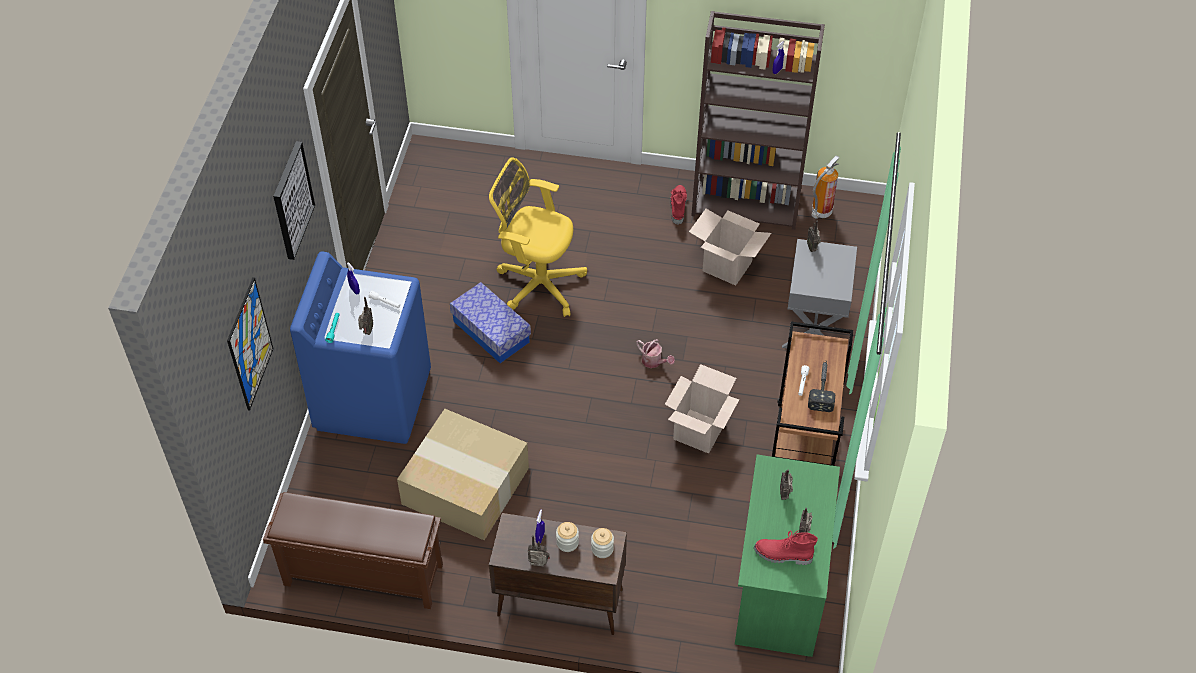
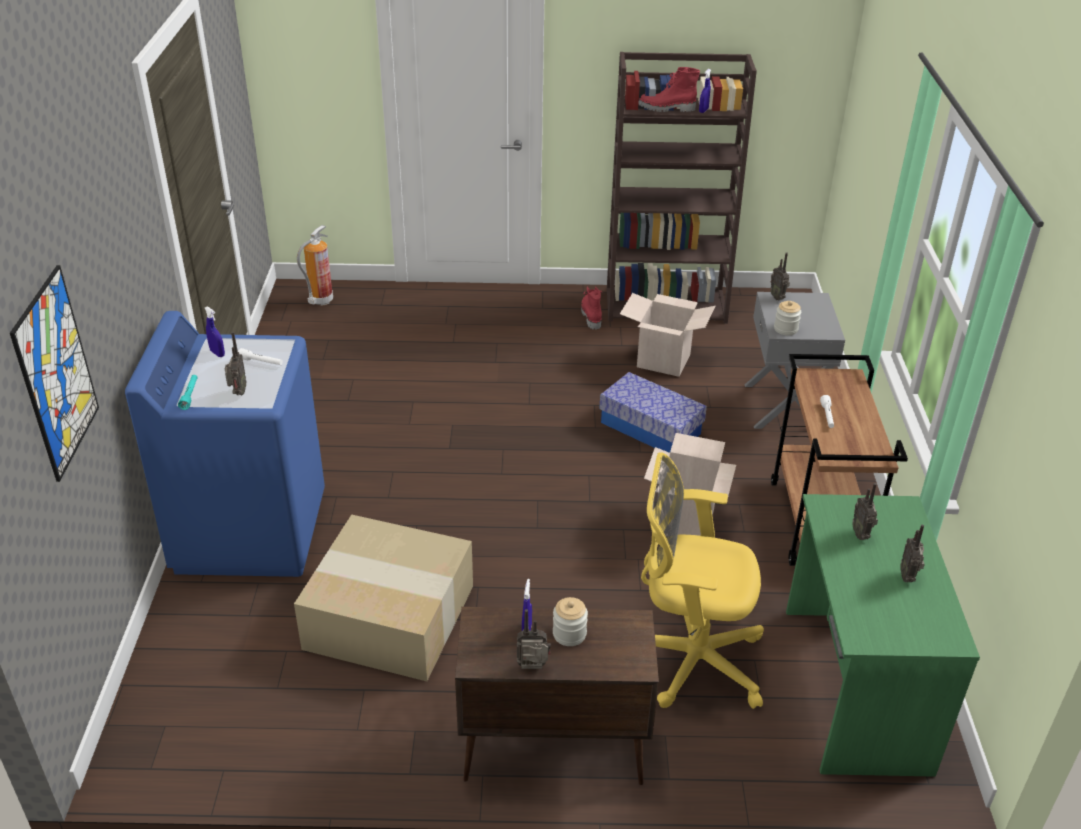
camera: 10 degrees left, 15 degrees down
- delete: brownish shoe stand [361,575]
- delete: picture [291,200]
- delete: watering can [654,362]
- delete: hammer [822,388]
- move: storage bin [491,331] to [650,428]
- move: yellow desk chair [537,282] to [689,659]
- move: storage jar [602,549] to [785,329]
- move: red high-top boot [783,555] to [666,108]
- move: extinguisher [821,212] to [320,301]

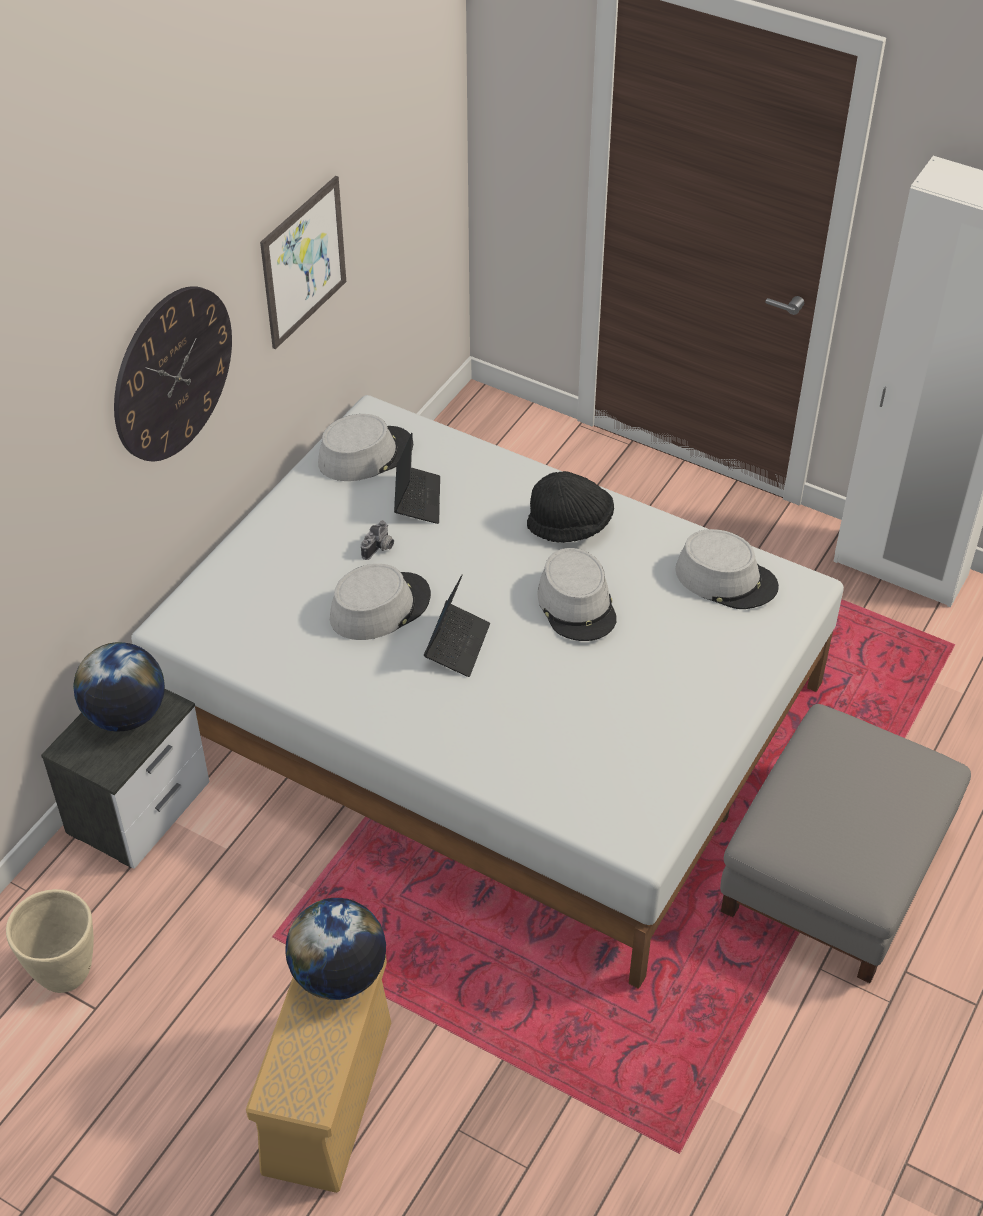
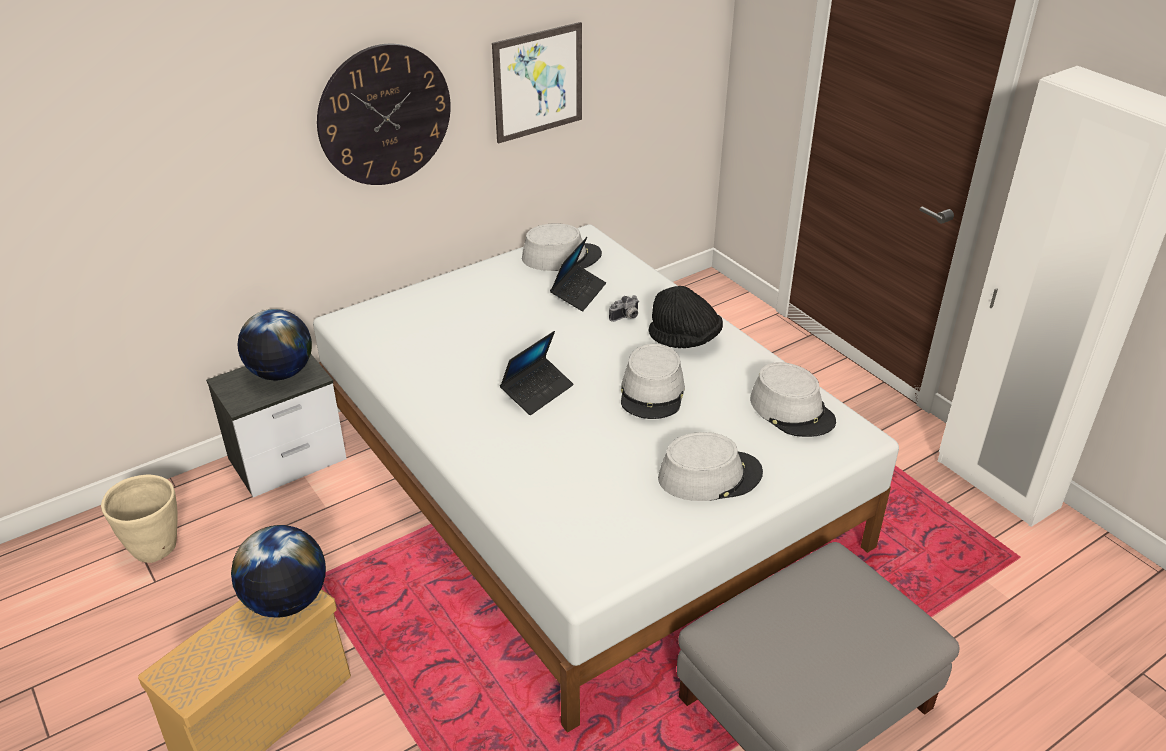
camera: 25 degrees right, 10 degrees down
- move: greyish clothing hat [380,607] to [709,476]
- move: still camera [380,549] to [626,317]

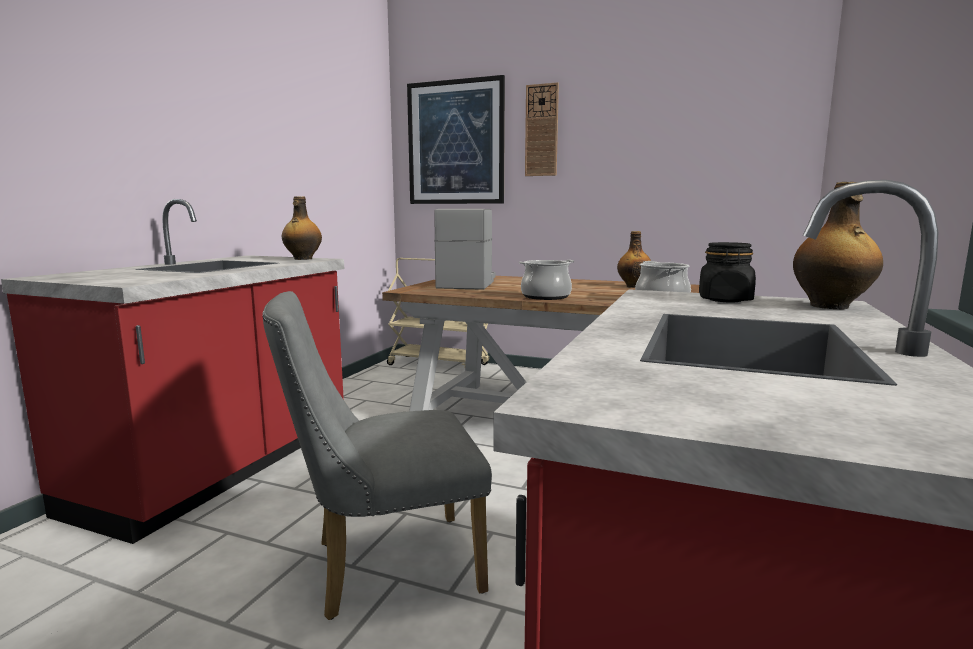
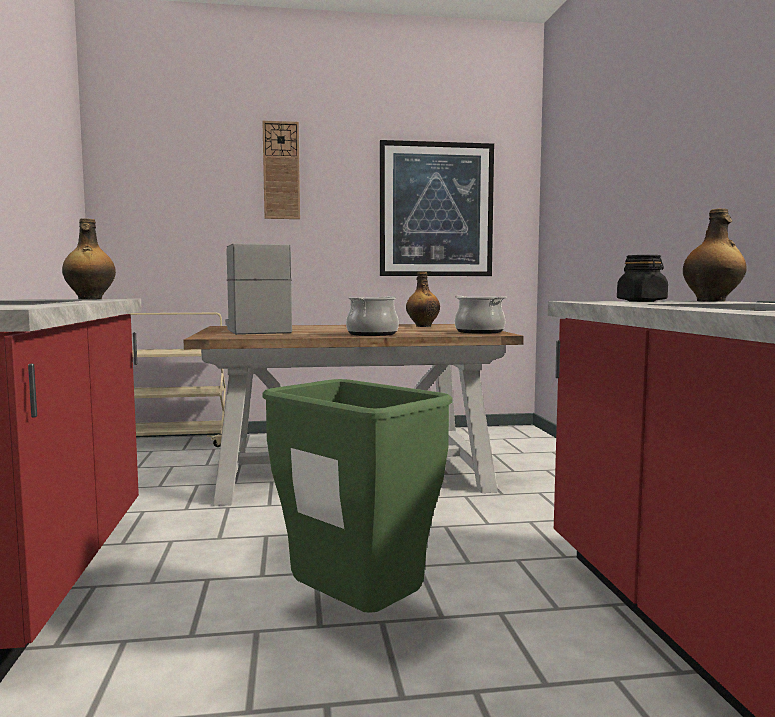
camera: 30 degrees left, 5 degrees down
- move: picture [455,143] to [436,210]
- replace: greyish upright chair [383,567] to green-coloured waste bin [354,618]

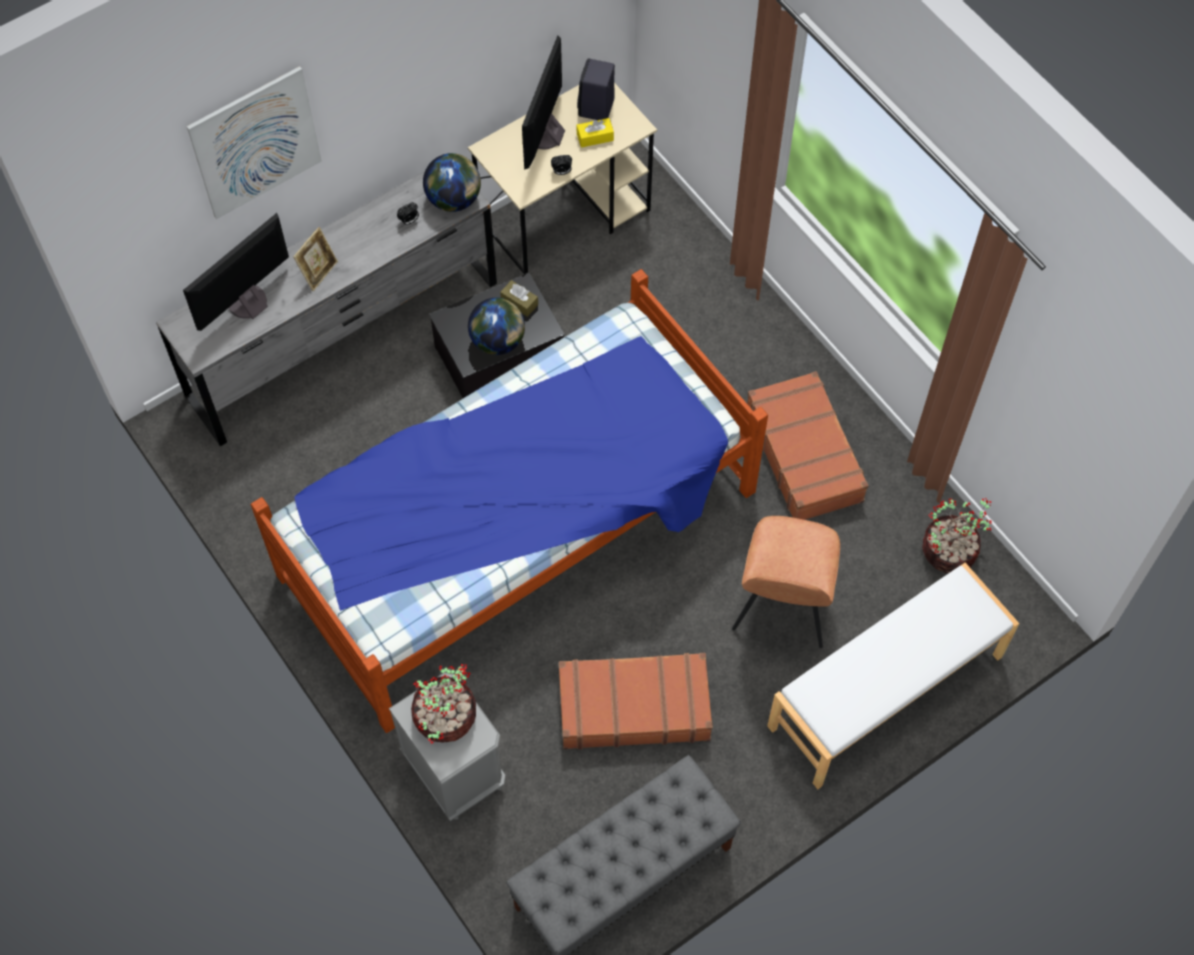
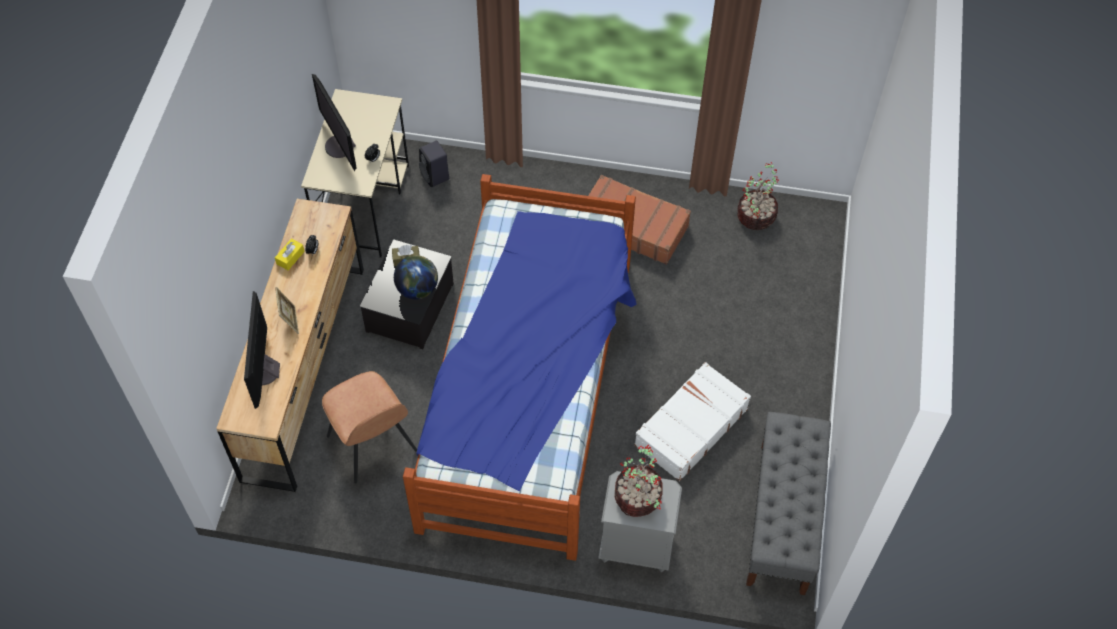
camera: 45 degrees left, 5 degrees down
- delete: picture [255,143]
- delete: globe [454,199]
- delete: white-coloured indoor bench [886,692]
- move: black-coloured speaker [596,108] to [435,176]
- move: yellow tissue box [595,137] to [290,257]
- move: brownish upright chair [782,605] to [373,445]
- recolor: greyish dresser [343,339] to brownish dresser [305,371]
- recolor: brownish suitcase [633,706] to white-coloured suitcase [690,427]

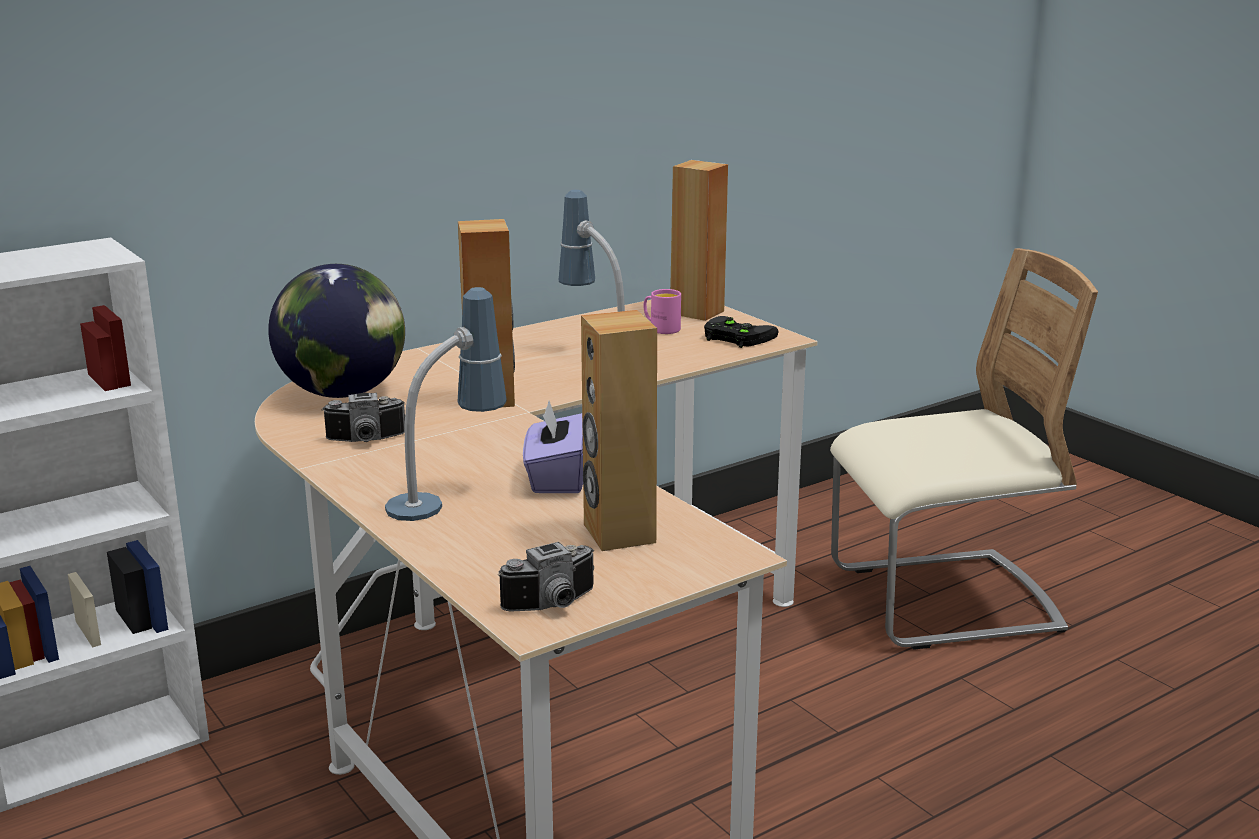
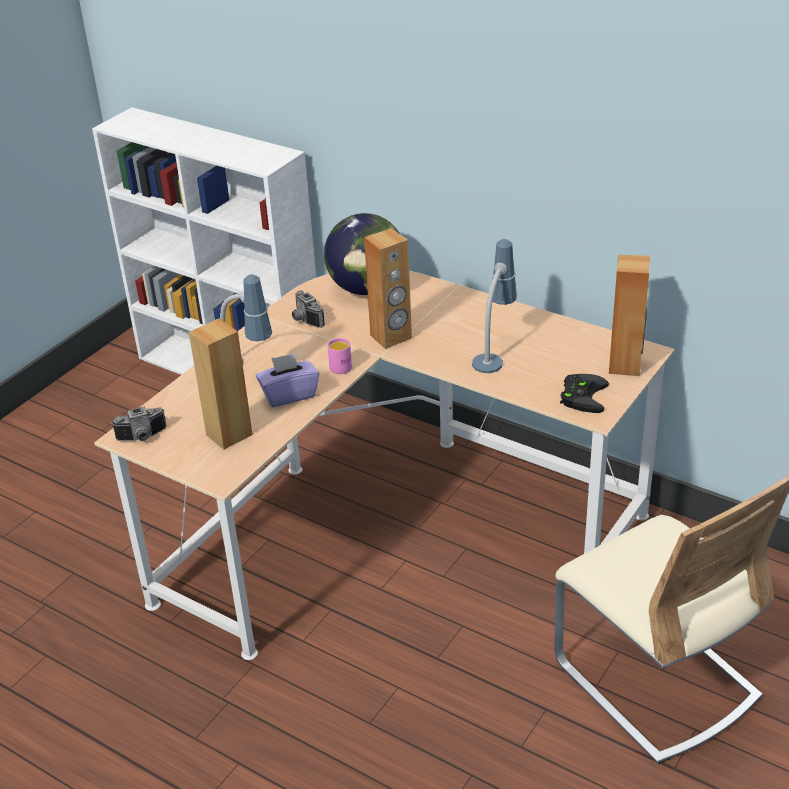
camera: 70 degrees right, 15 degrees up
- move: pink mug [661,328] to [342,365]
- rotate: still camera [554,605] = [142,437] 60 degrees counterclockwise

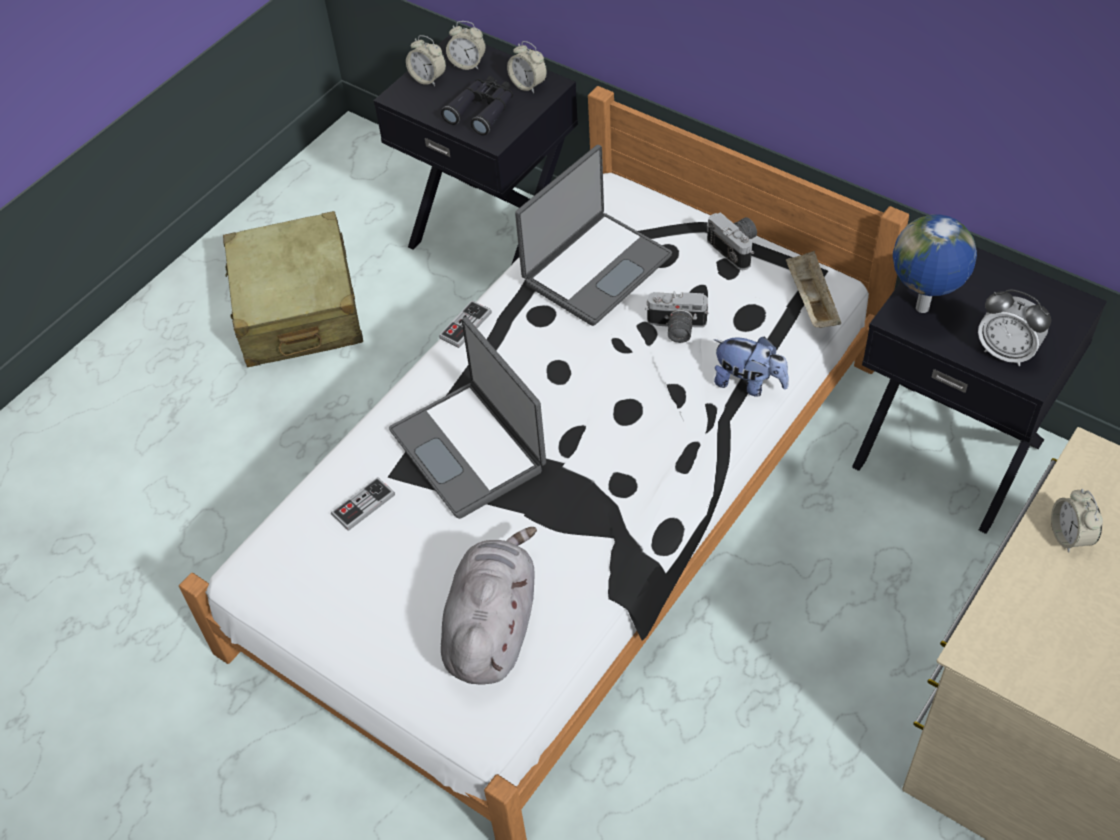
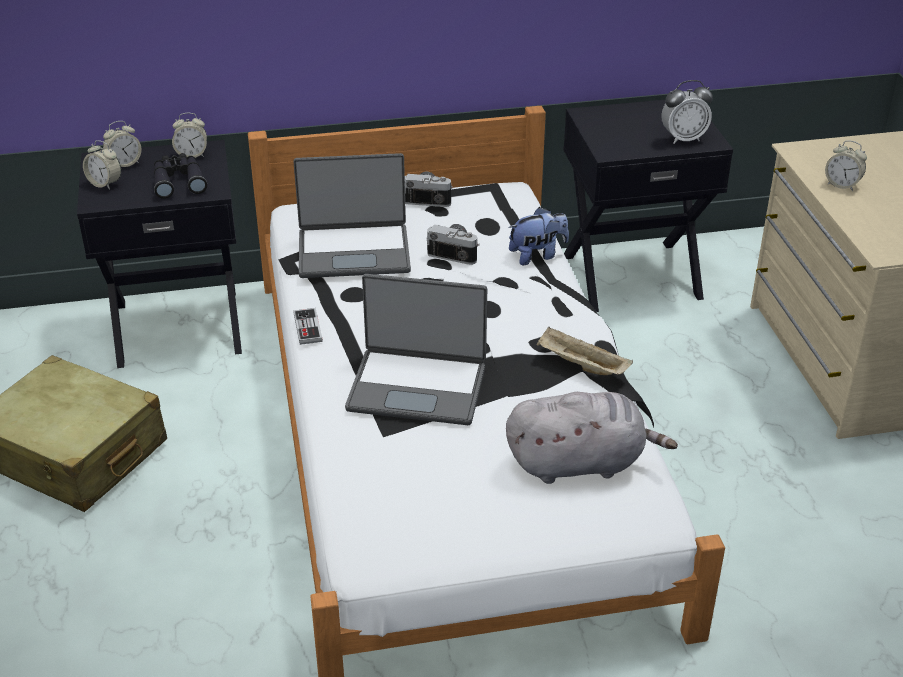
camera: 50 degrees left, 15 degrees down
- delete: joypad [363,505]
- delete: globe [923,309]
- move: beige-coloured serving tray [810,301] to [580,365]
- rotate: alarm clock [428,79] = [105,184] 45 degrees clockwise
- rotate: greyish cuddly toy [492,627] = [580,463] 120 degrees clockwise
- rotate: laptop [595,268] = [354,251] 90 degrees clockwise
- rotate: still camera [675,329] = [455,252] 120 degrees counterclockwise

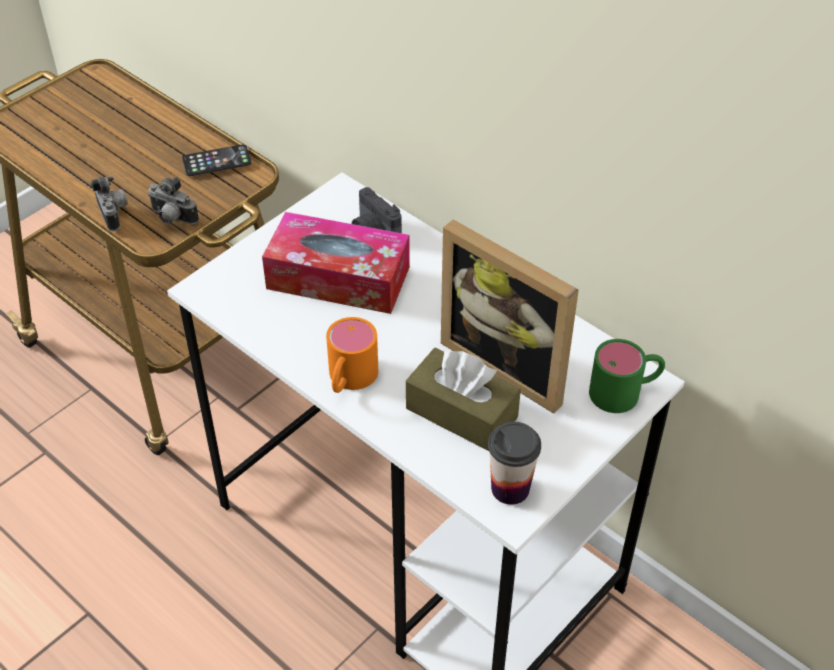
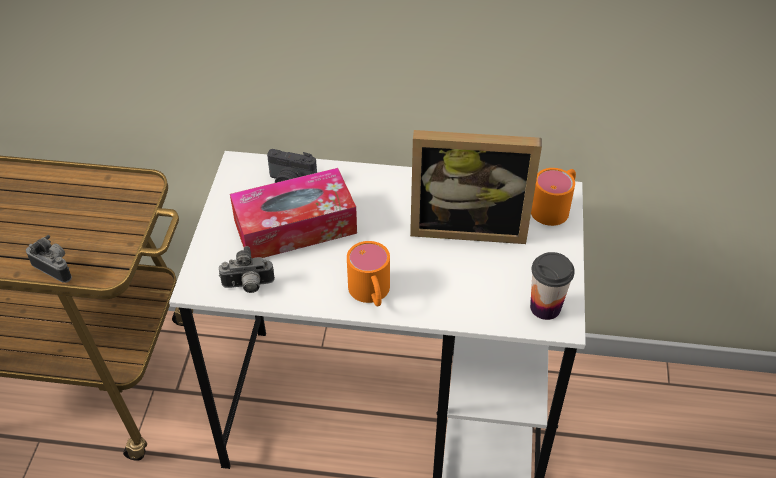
camera: 35 degrees left, 0 degrees up
- delete: phone [216,161]
- delete: brownish tissue box [461,413]
- move: still camera [172,219] to [248,286]
- recolor: green-coloured mug [625,391] to orangey mug [555,206]

